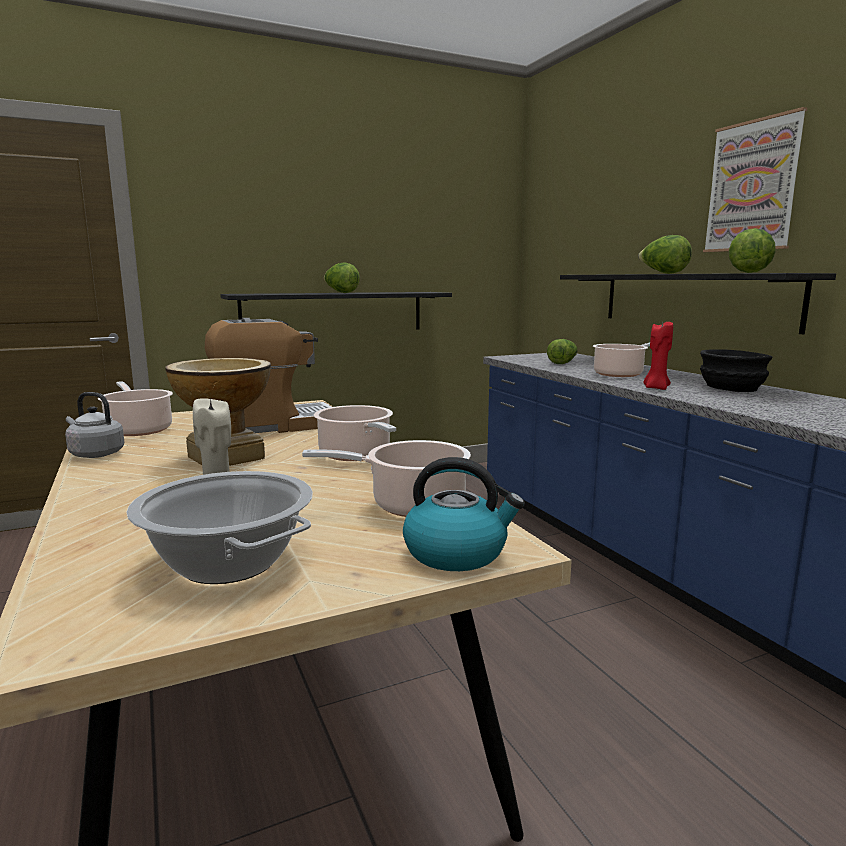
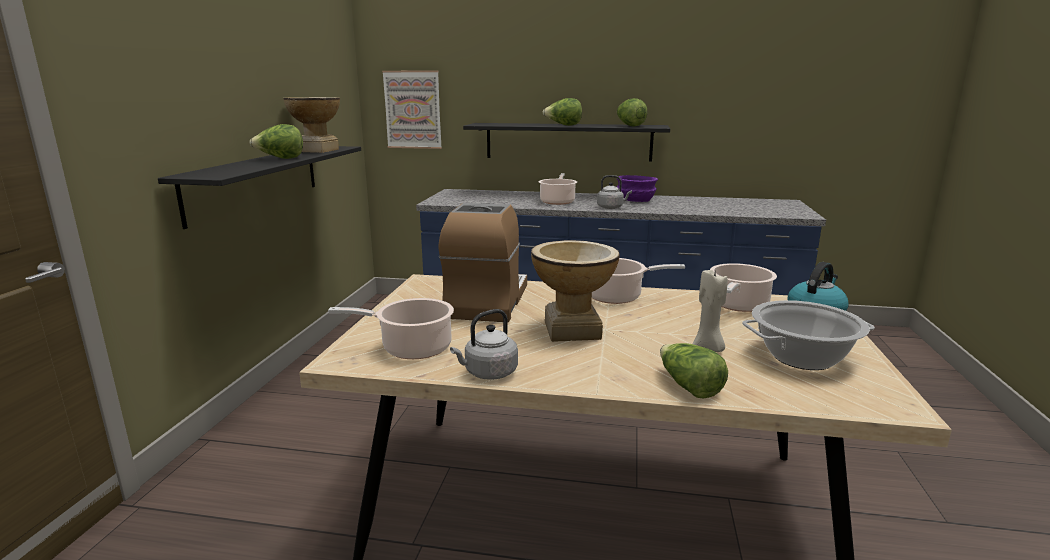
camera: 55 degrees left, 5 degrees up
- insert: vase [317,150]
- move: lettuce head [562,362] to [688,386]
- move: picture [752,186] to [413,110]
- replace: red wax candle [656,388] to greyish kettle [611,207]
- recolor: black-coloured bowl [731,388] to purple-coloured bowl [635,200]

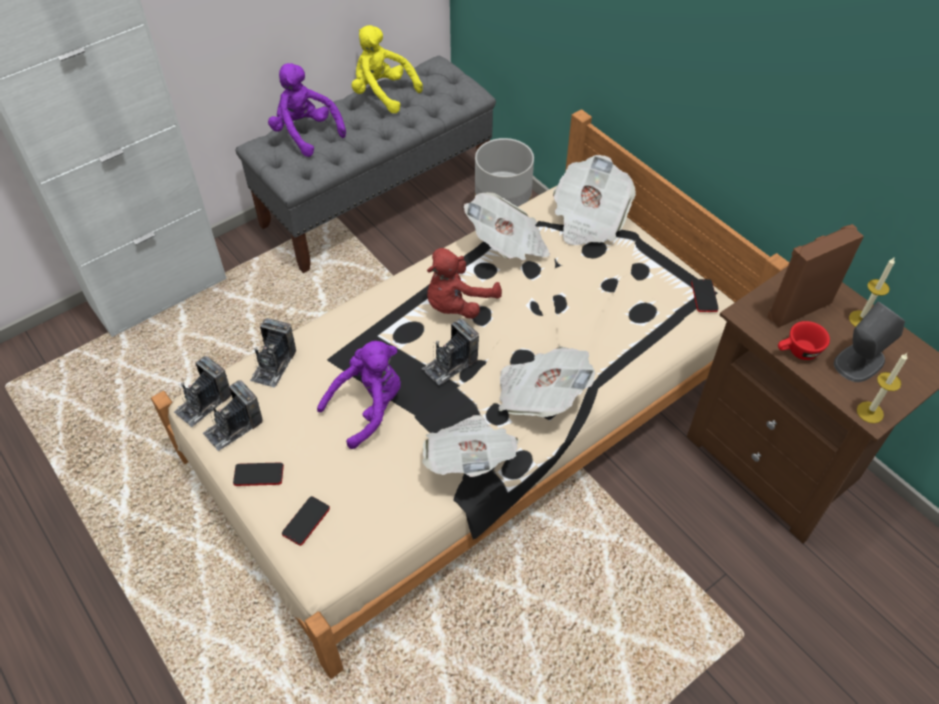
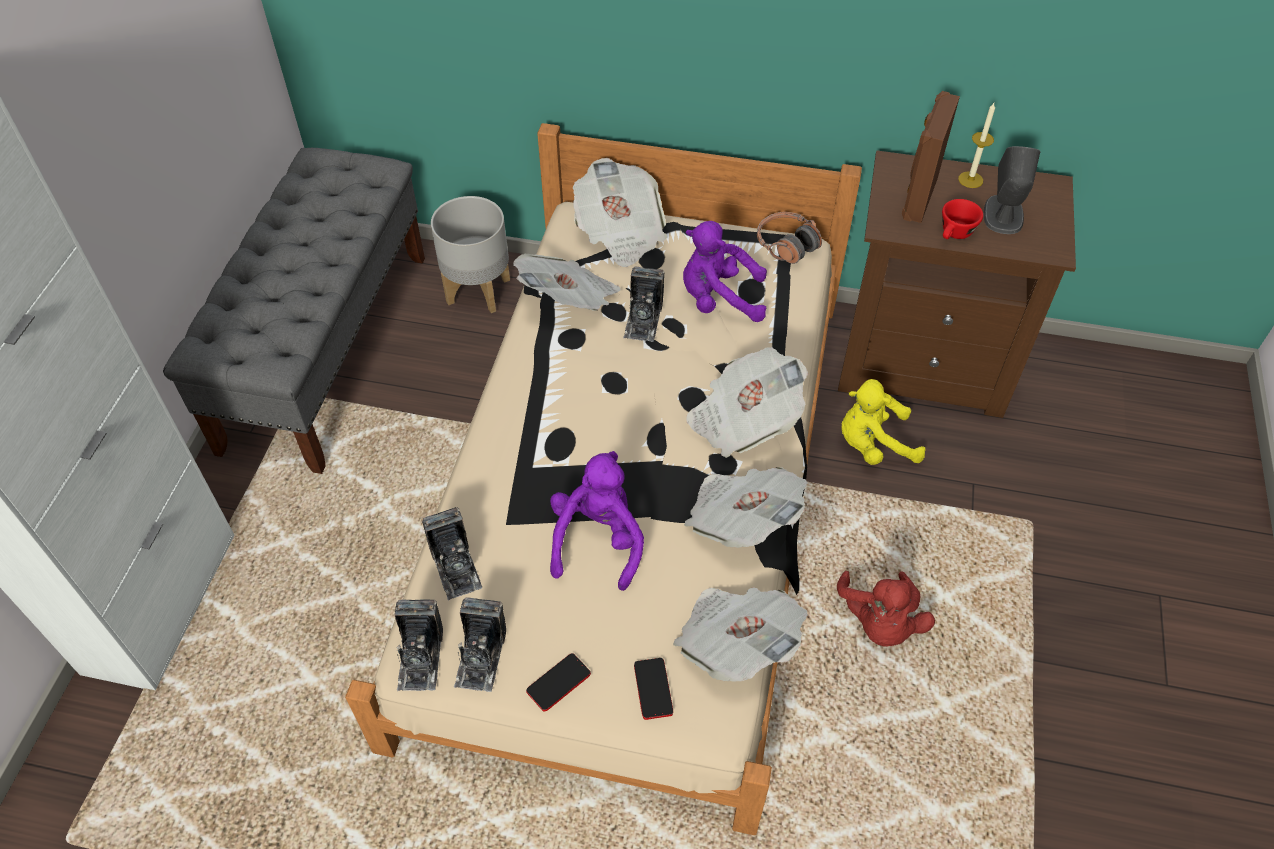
camera: 40 degrees left, 0 degrees up
- delete: wax candle [870,412]
- insert: printed paper [736,643]
- move: purple-coloured cuddly toy [305,133] to [719,299]
- move: yellow cuddly toy [382,93] to [873,444]
- move: still camera [450,364] to [643,319]
- move: red cuddly toy [457,304] to [879,622]
- replace: phone [704,296] to headset [786,245]

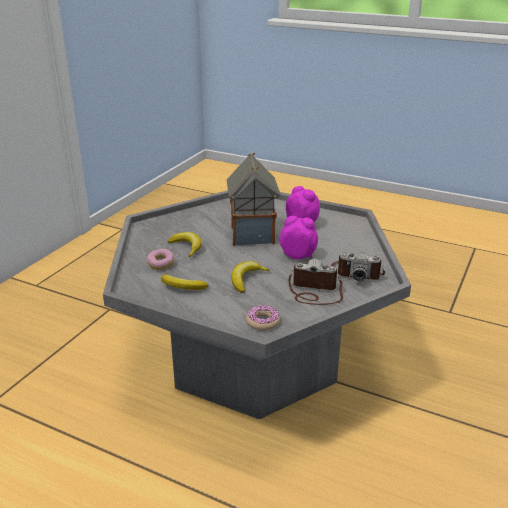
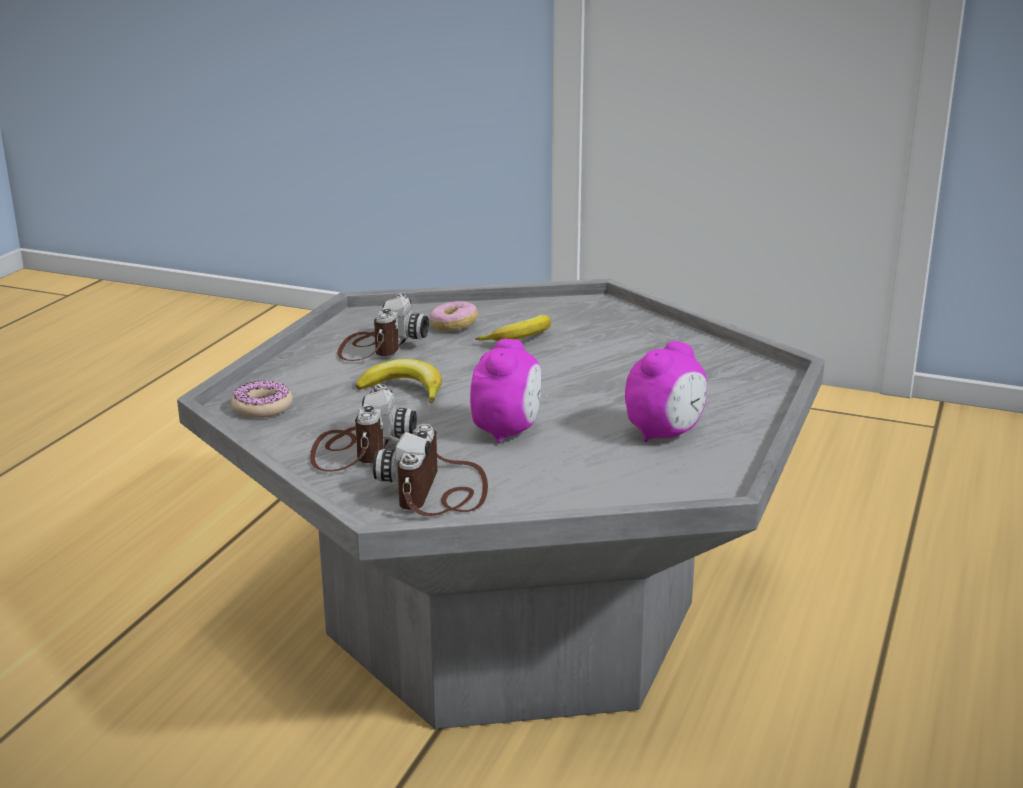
camera: 85 degrees right, 5 degrees down
- delete: miniature house [253,236]
- replace: banana fruit [182,287] to still camera [378,346]

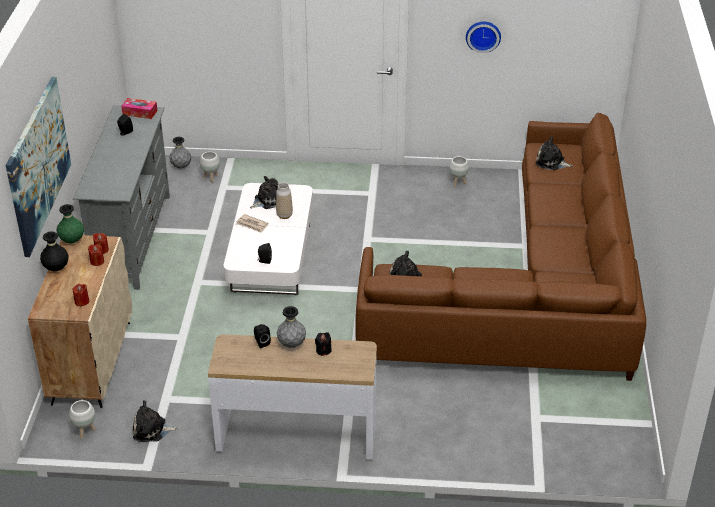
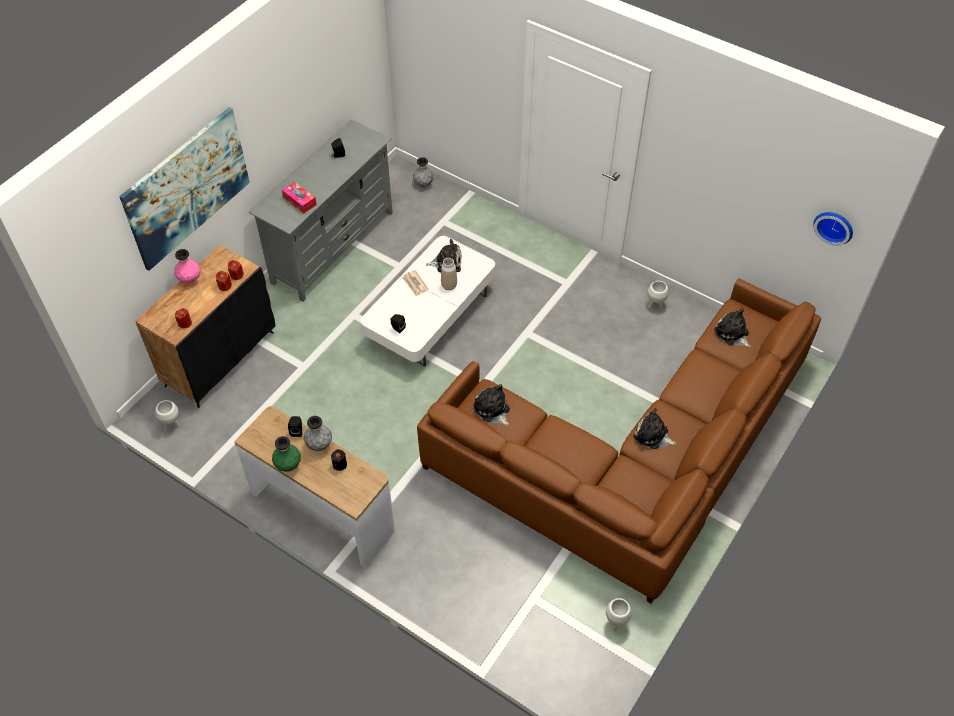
camera: 30 degrees right, 15 degrees up
- move: green-coloured vase [72,241] to [288,465]
- move: tissue box [140,113] to [299,201]
- move: cuddly toy [152,430] to [652,435]
- move: white-coloured planter [211,178] to [616,622]
- move: clock on the wall [483,35] to [834,226]
- recolor: beige-coloured cabinet [91,362] to black-coloured cabinet [220,358]
- recolor: black-coloured vase [56,268] to pink vase [190,279]

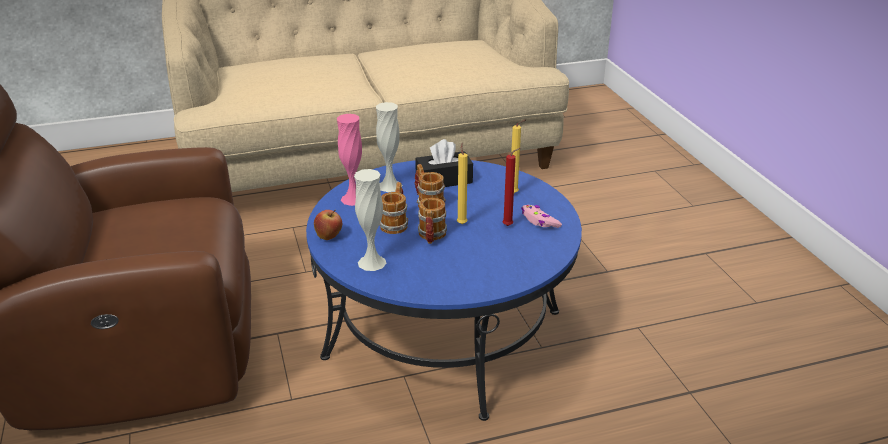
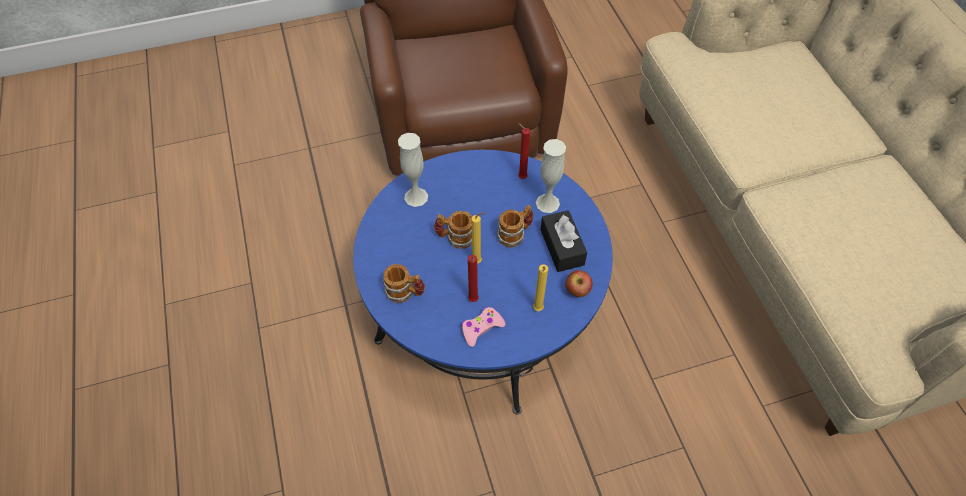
camera: 90 degrees right, 25 degrees up
- move: apple [329,236] to [577,291]
- move: mug [395,223] to [405,292]
- replace: pink vase [353,199] to red wax candle [521,177]

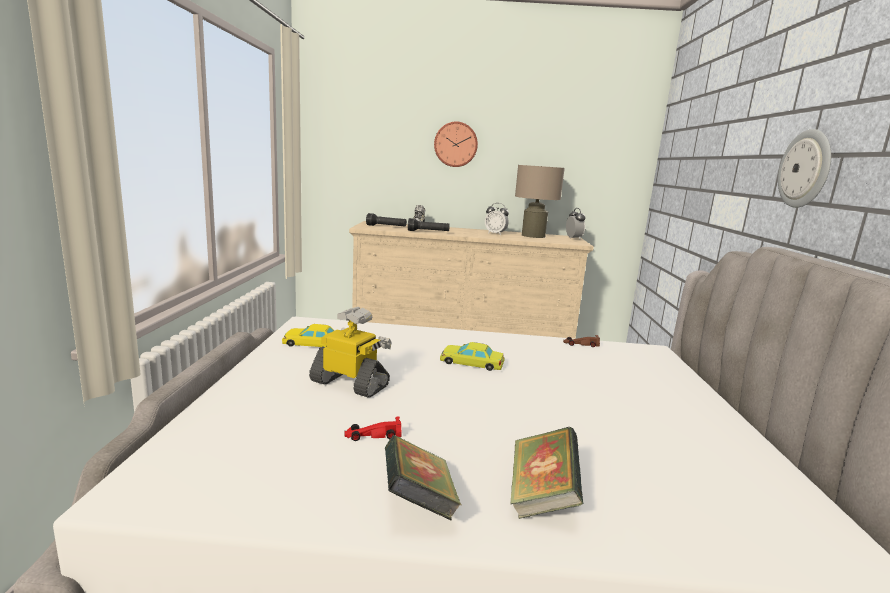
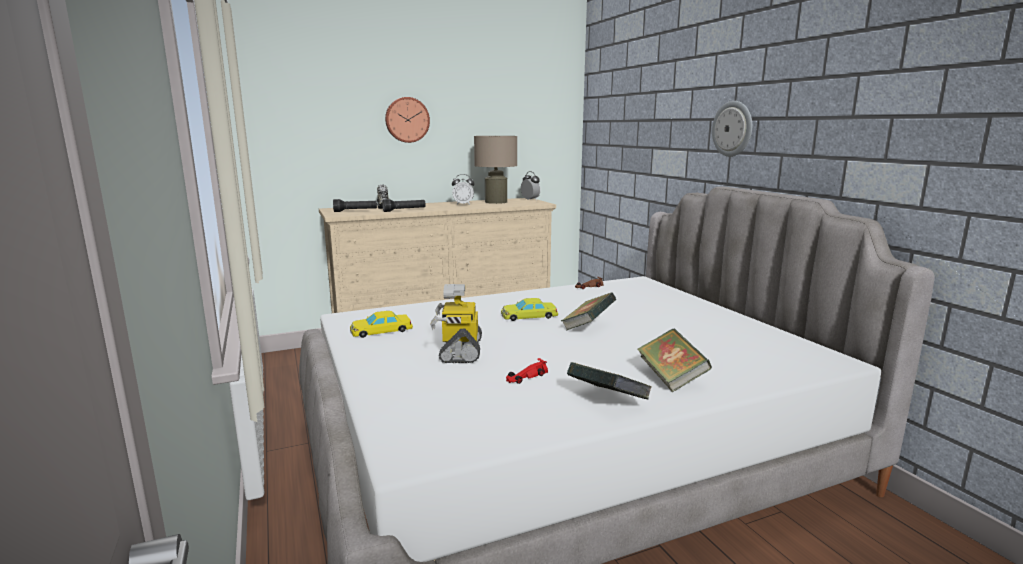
camera: 25 degrees left, 0 degrees up
- insert: book [588,327]
- rotate: model robot [351,383] = [460,351] 90 degrees counterclockwise

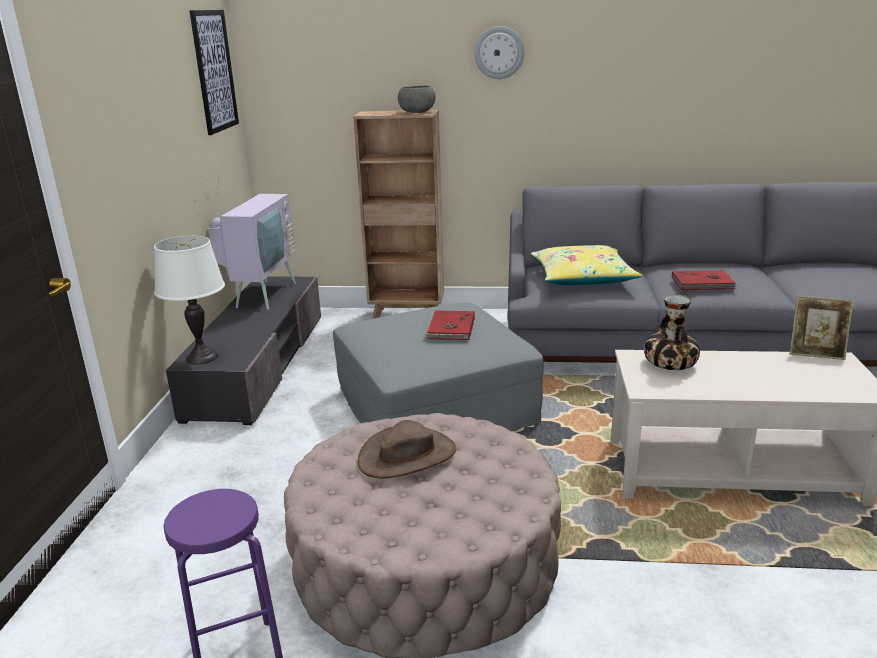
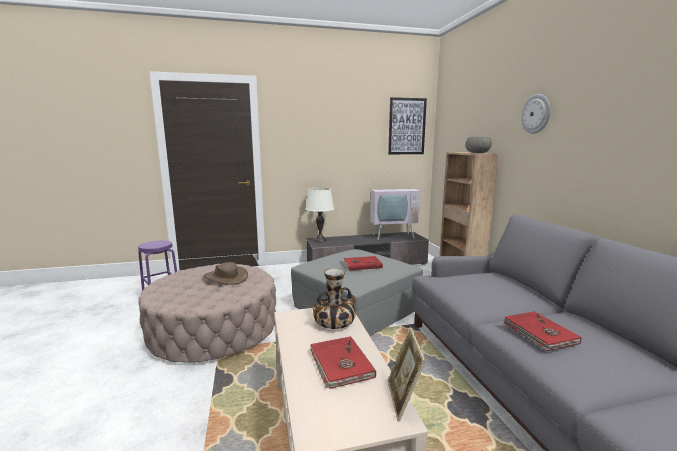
camera: 70 degrees right, 10 degrees down
- delete: yellow pillow [582,278]
- insert: red book [340,364]

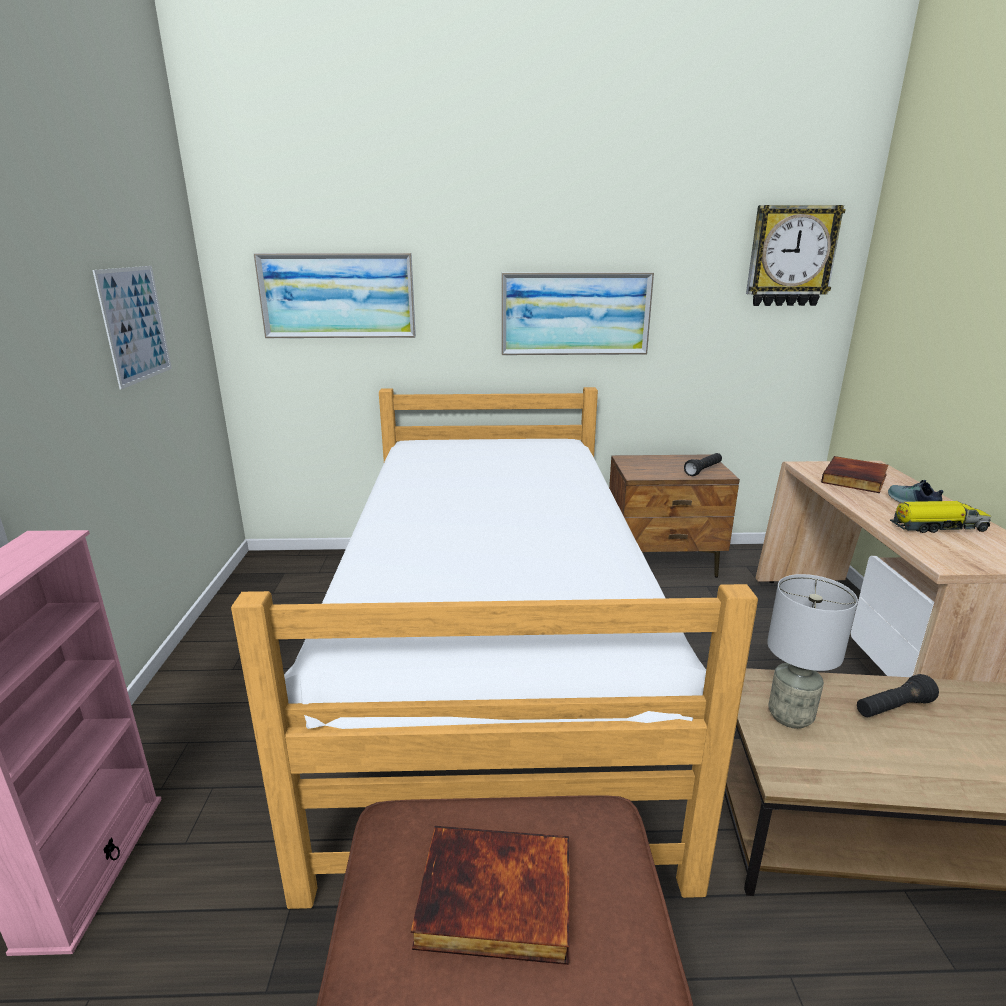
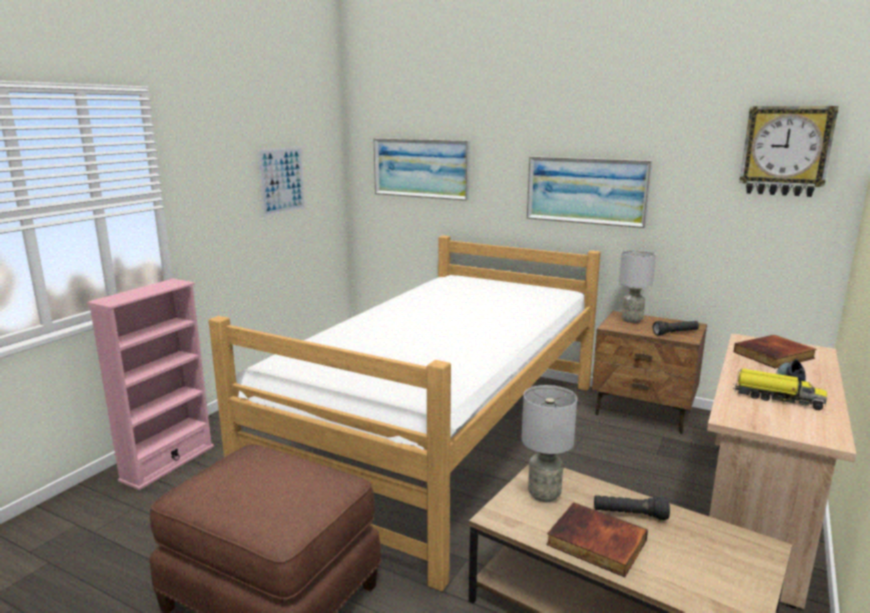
camera: 30 degrees right, 5 degrees down
- insert: greyish tabletop lamp [631,320]
- move: book [494,900] to [595,543]

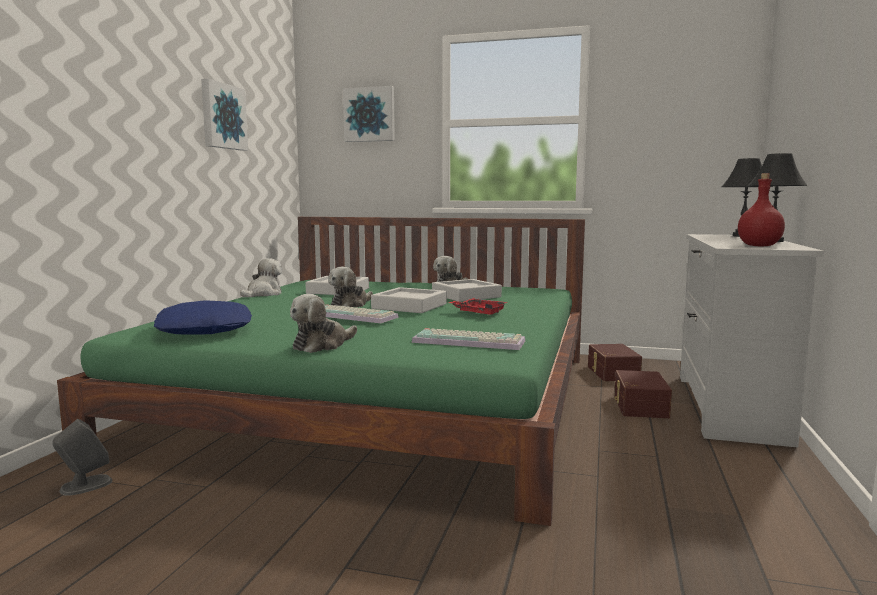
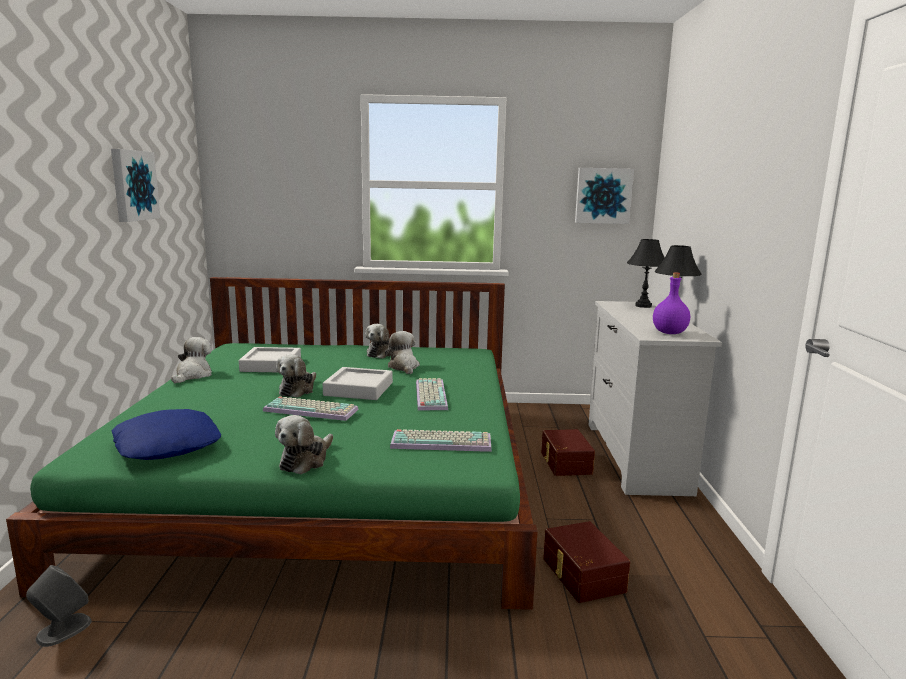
camera: 15 degrees left, 5 degrees up
- move: picture [369,114] to [603,195]
- move: brownish storage bin [612,373] to [581,575]
- replace: greyish serving tray [466,296] to cuddly toy [404,367]
- replace: red serving tray [479,313] to keyboard [429,395]
- recolor: red drink bottle [759,246] to purple-coloured drink bottle [669,333]

